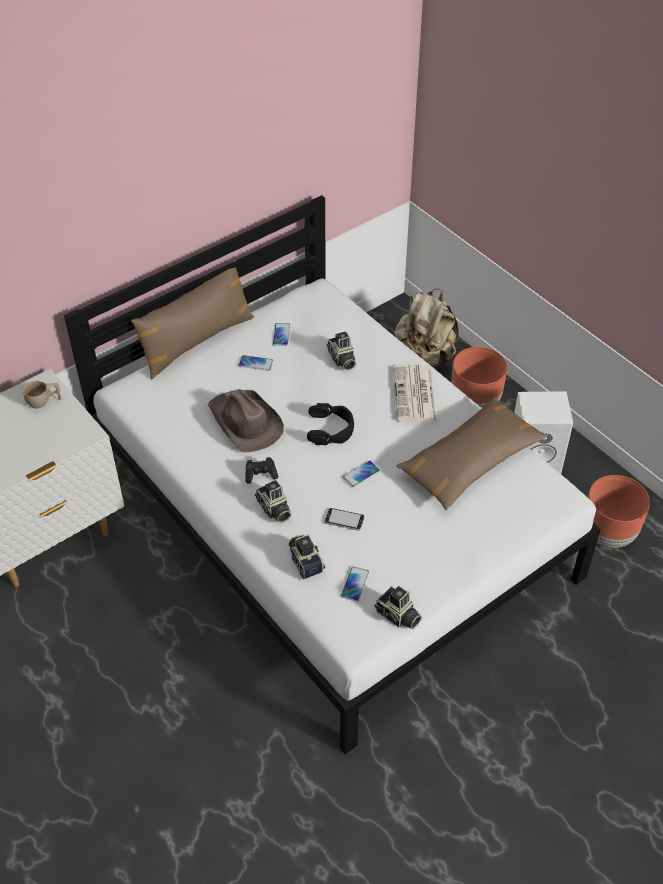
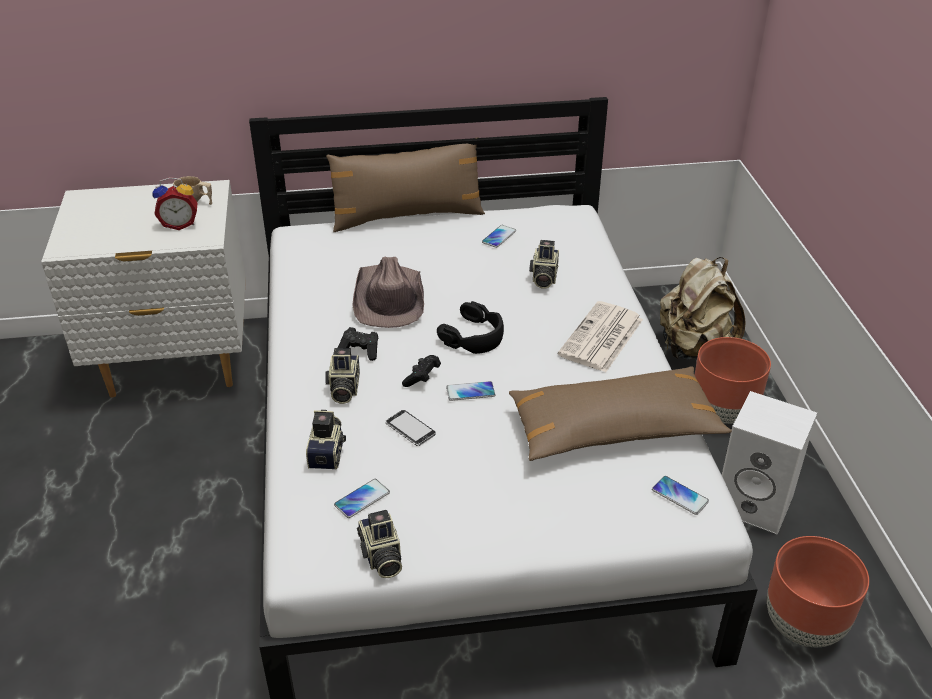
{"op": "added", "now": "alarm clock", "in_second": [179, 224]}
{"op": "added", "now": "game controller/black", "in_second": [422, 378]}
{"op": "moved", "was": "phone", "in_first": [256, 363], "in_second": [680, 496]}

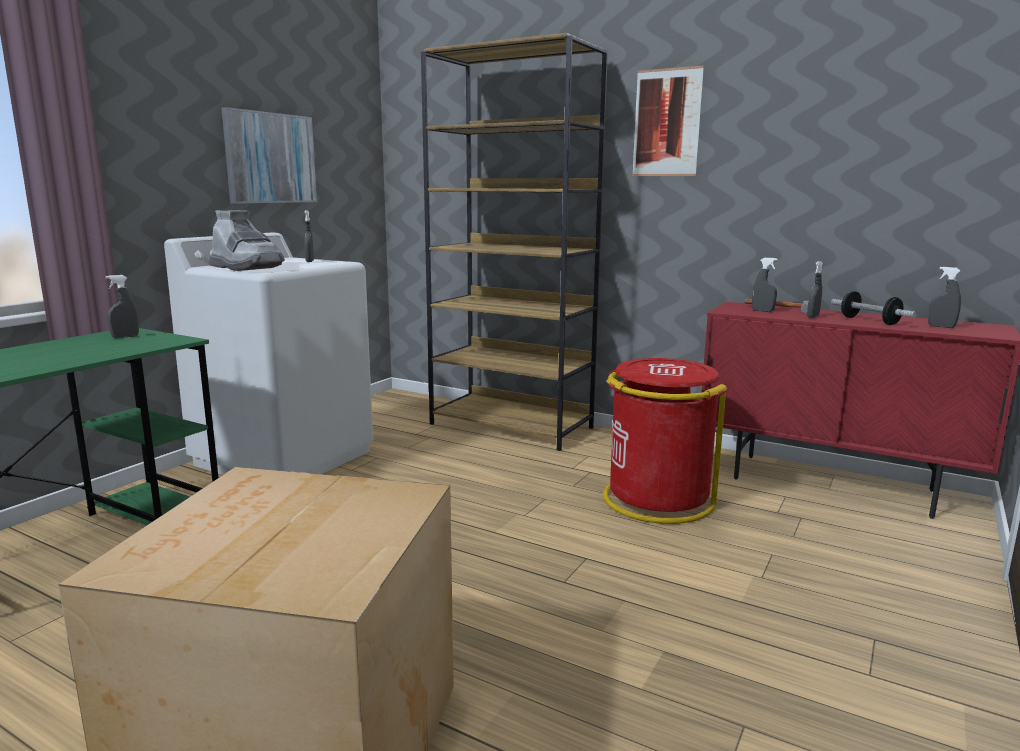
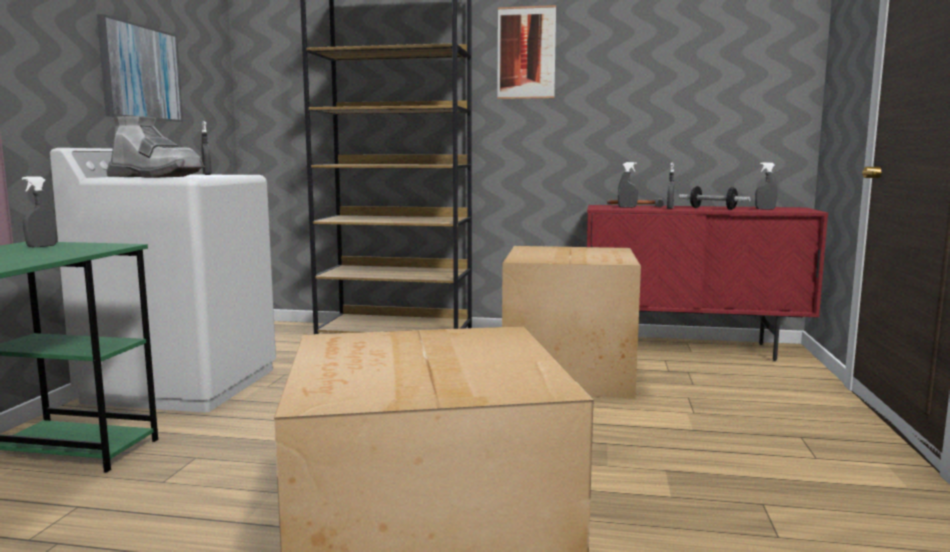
{"op": "replaced", "was": "trash can/red", "now": "cardboard box", "in_first": [656, 500], "in_second": [570, 374]}

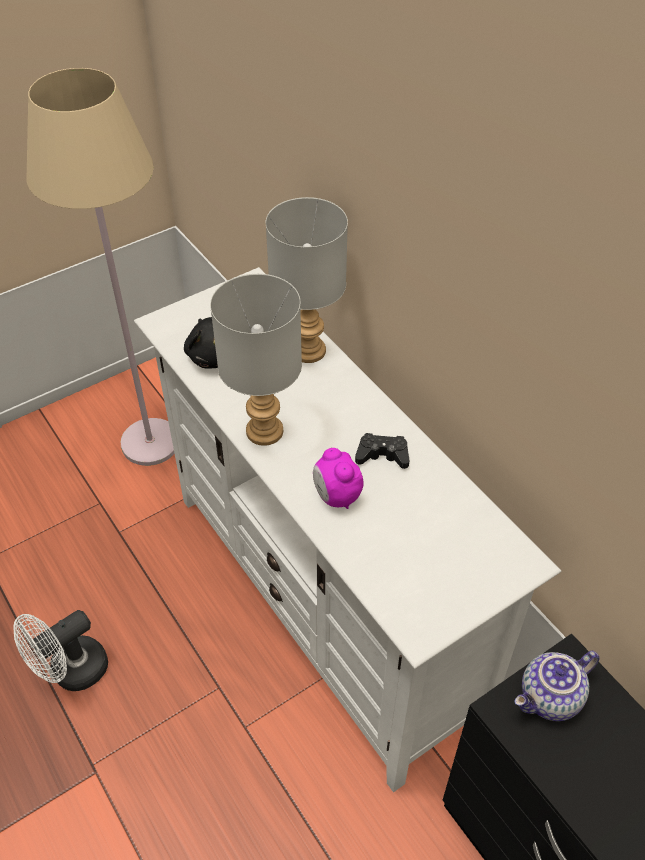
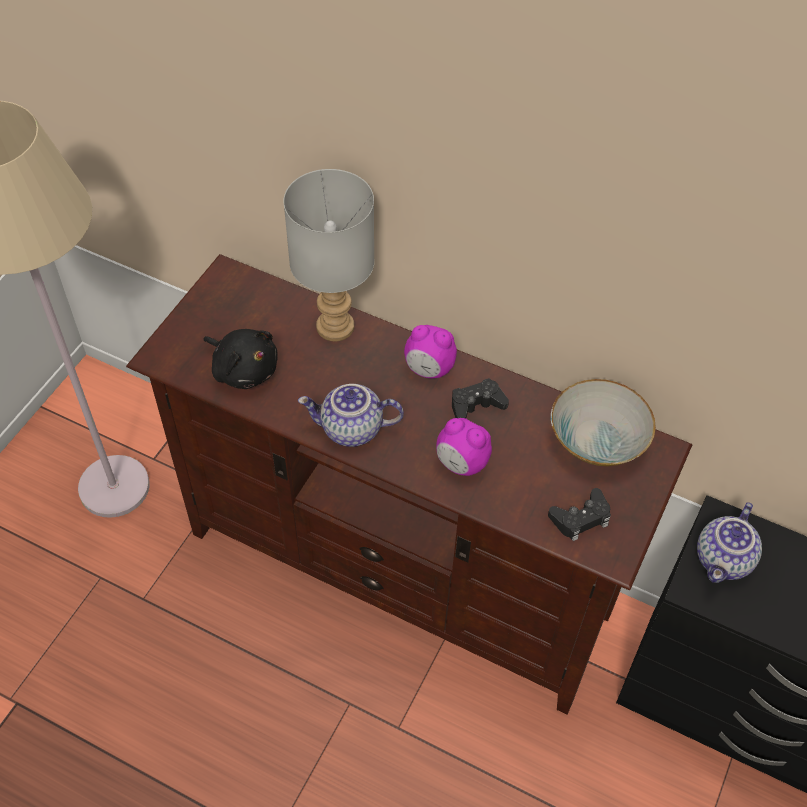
{"op": "recoloured", "was": "tv stand/white", "now": "tv stand/brown", "in_first": [324, 602], "in_second": [401, 570]}
{"op": "replaced", "was": "table lamp/grey", "now": "teapot", "in_first": [265, 432], "in_second": [351, 430]}
{"op": "added", "now": "alarm clock", "in_second": [429, 369]}
{"op": "added", "now": "game controller/black", "in_second": [580, 518]}
{"op": "added", "now": "bowl", "in_second": [596, 439]}
{"op": "removed", "was": "fan/white", "in_first": [71, 672]}

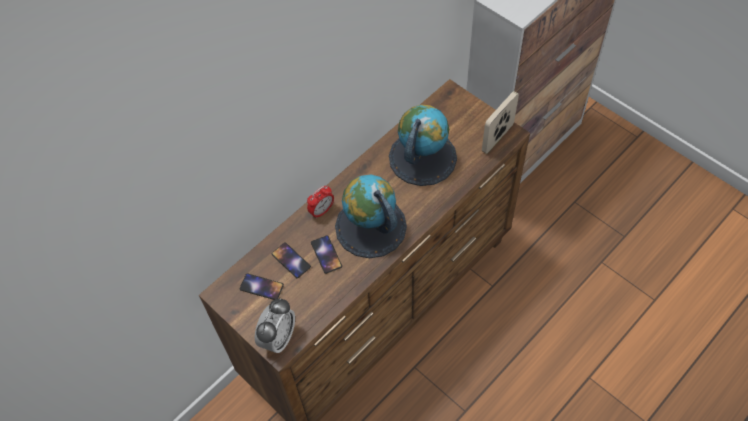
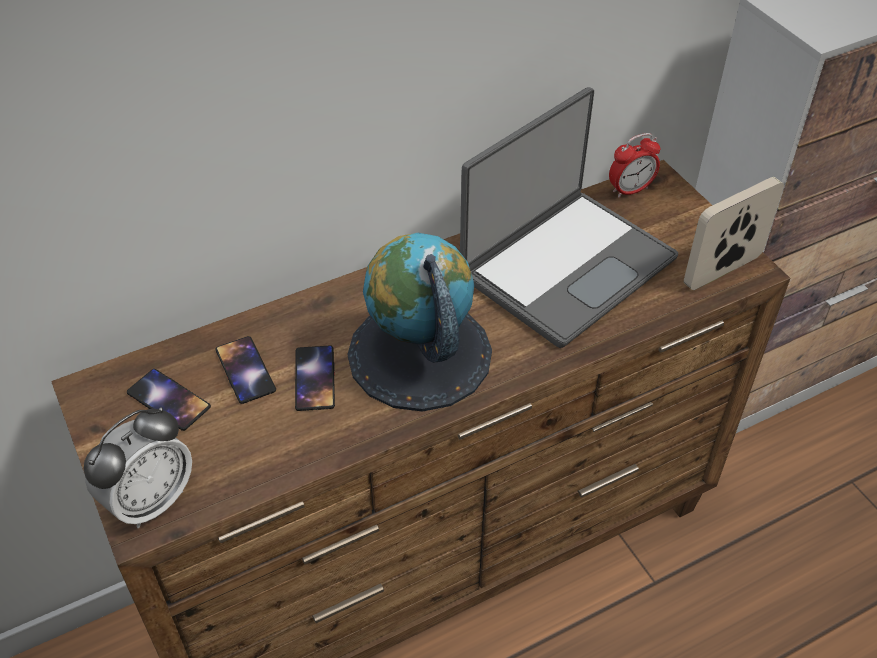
{"op": "replaced", "was": "globe", "now": "laptop", "in_first": [422, 157], "in_second": [565, 266]}
{"op": "moved", "was": "alarm clock", "in_first": [322, 211], "in_second": [630, 190]}

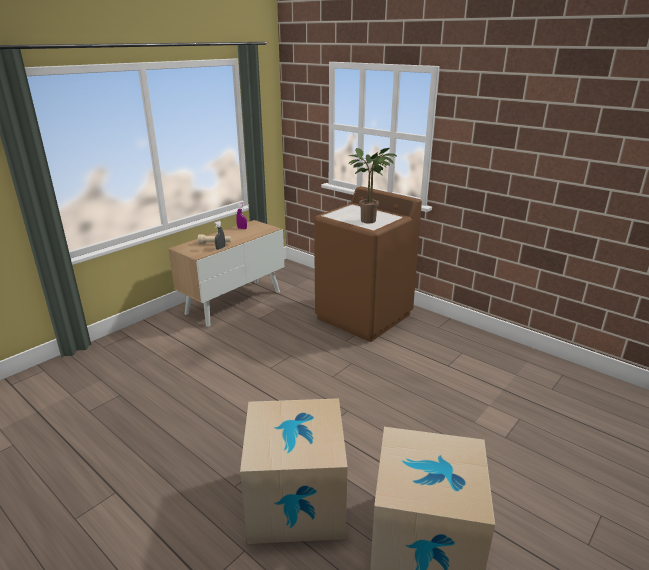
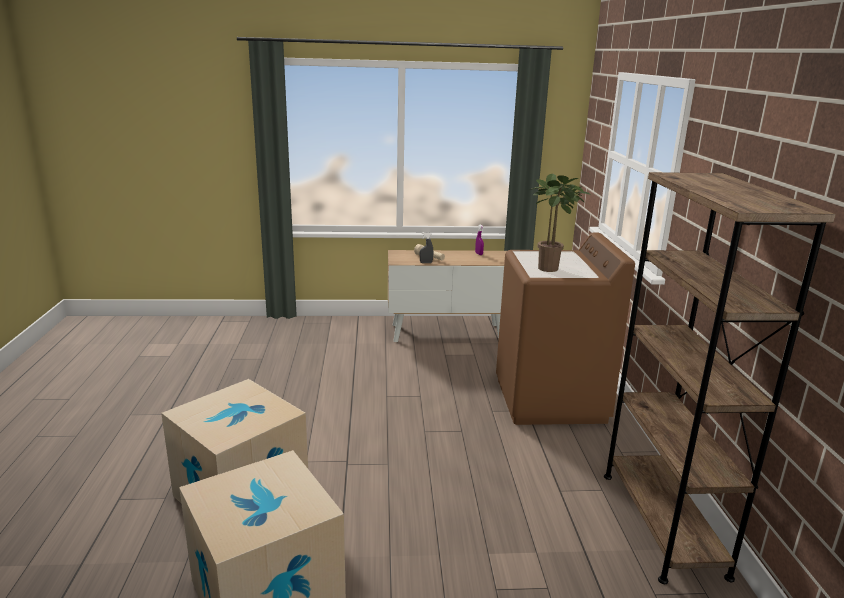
{"op": "added", "now": "bookcase/brown", "in_second": [662, 522]}

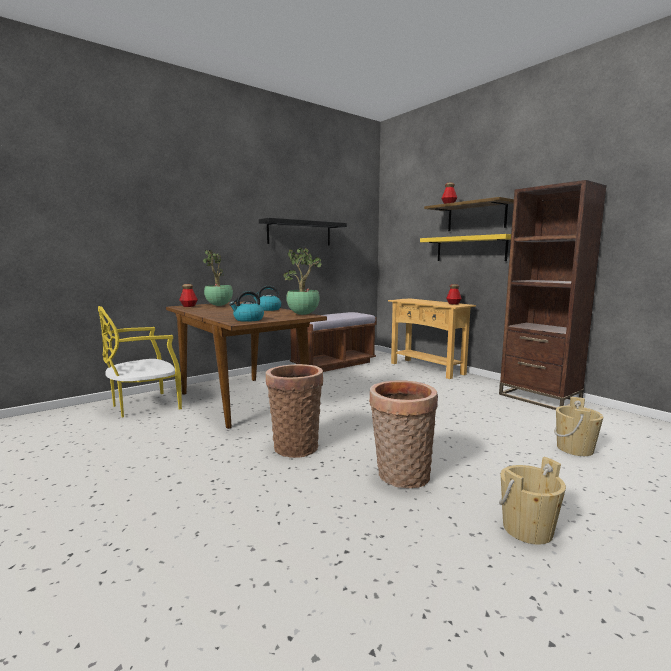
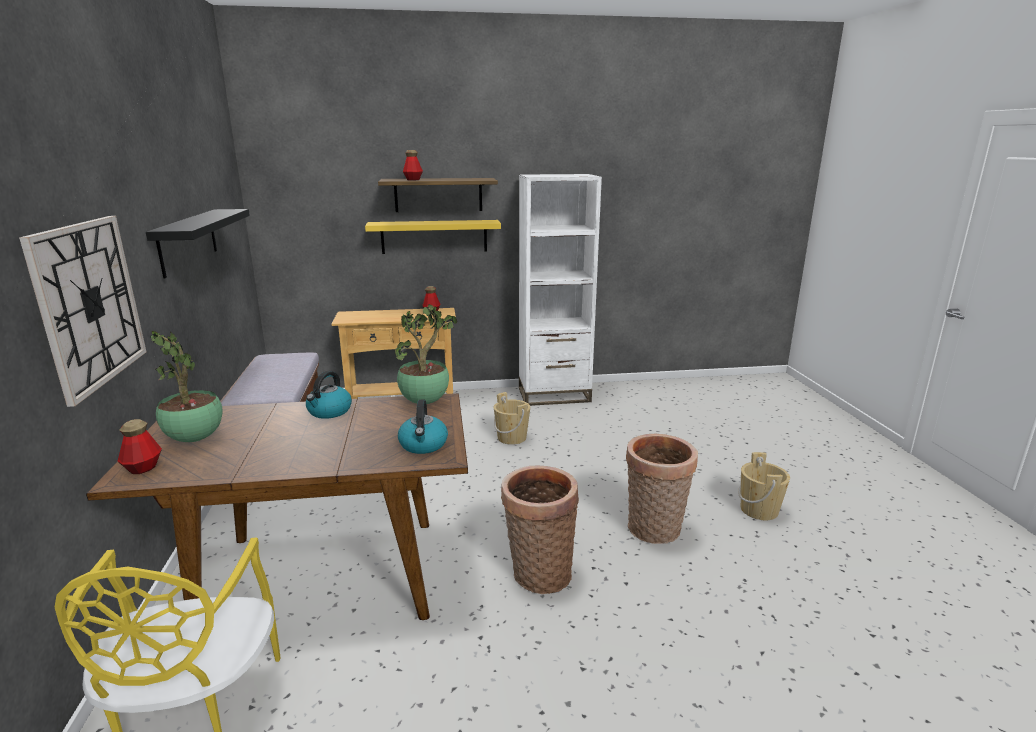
{"op": "added", "now": "wall clock", "in_second": [89, 304]}
{"op": "moved", "was": "bucket/beige", "in_first": [575, 449], "in_second": [512, 438]}
{"op": "recoloured", "was": "bookcase/brown", "now": "bookcase/white", "in_first": [539, 398], "in_second": [554, 395]}

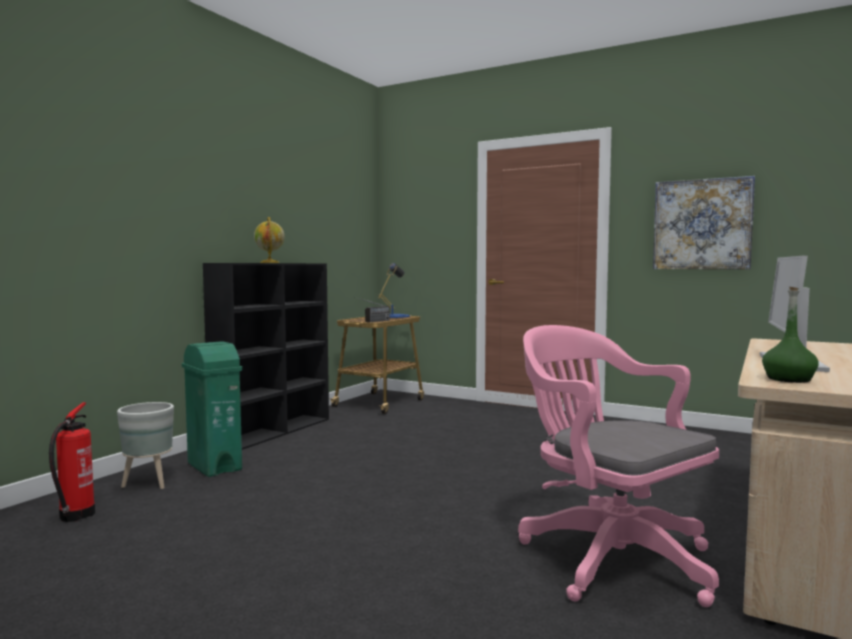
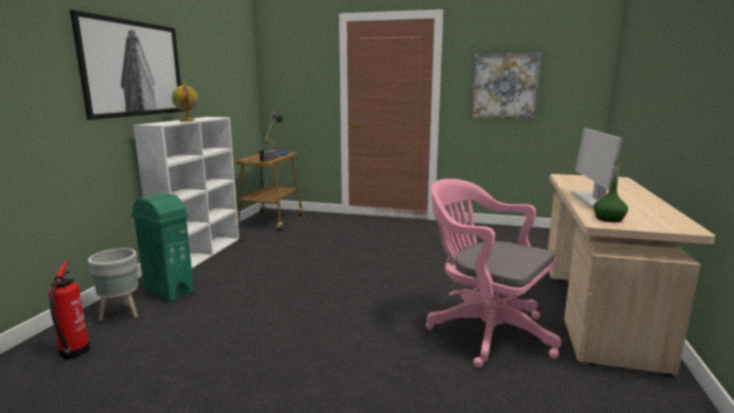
{"op": "added", "now": "picture", "in_second": [134, 68]}
{"op": "recoloured", "was": "bookcase/black", "now": "bookcase/white", "in_first": [274, 431], "in_second": [200, 254]}

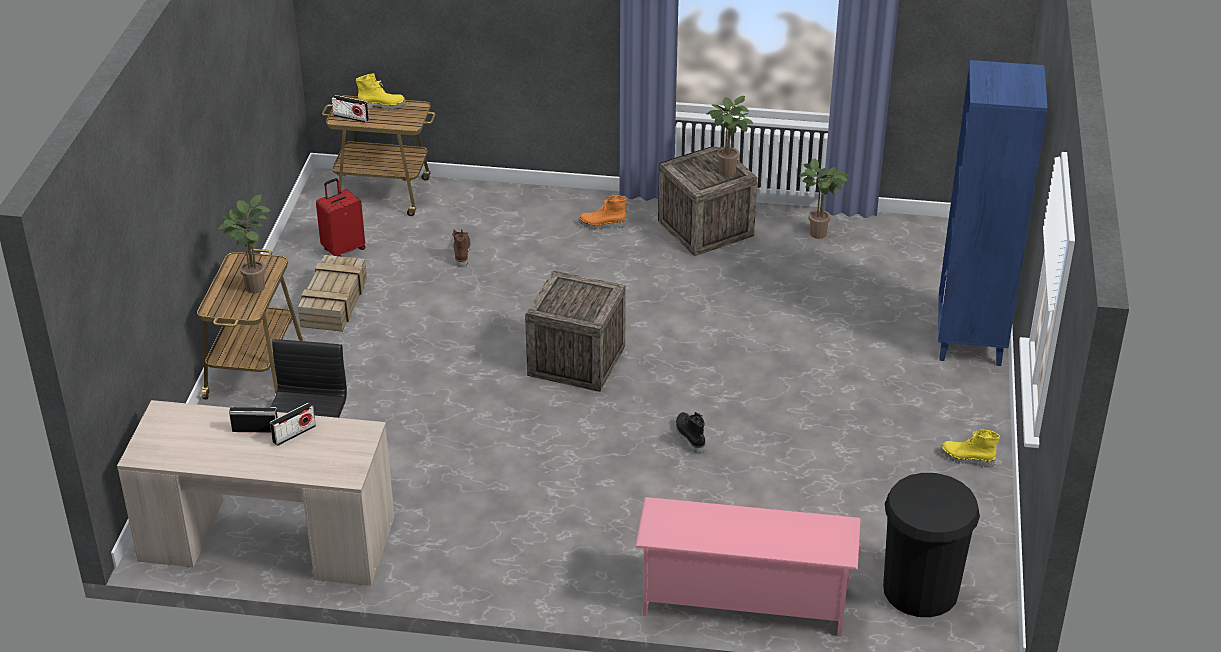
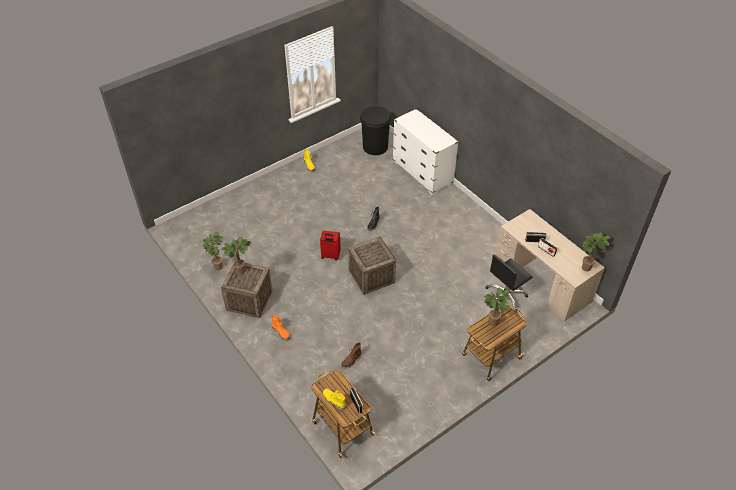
{"op": "moved", "was": "suitcase/red", "in_first": [343, 249], "in_second": [330, 256]}
{"op": "replaced", "was": "shoe rack/pink", "now": "dresser/white", "in_first": [744, 601], "in_second": [422, 172]}
{"op": "added", "now": "potted plant", "in_second": [586, 266]}
{"op": "removed", "was": "crate", "in_first": [334, 301]}
{"op": "removed", "was": "bookcase/blue", "in_first": [970, 341]}

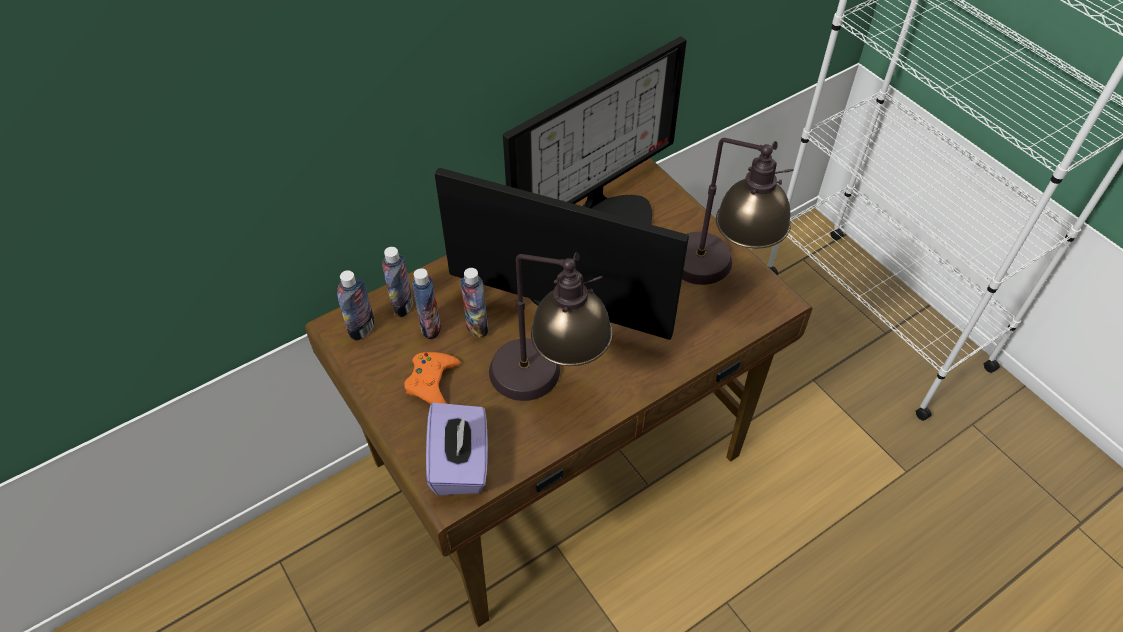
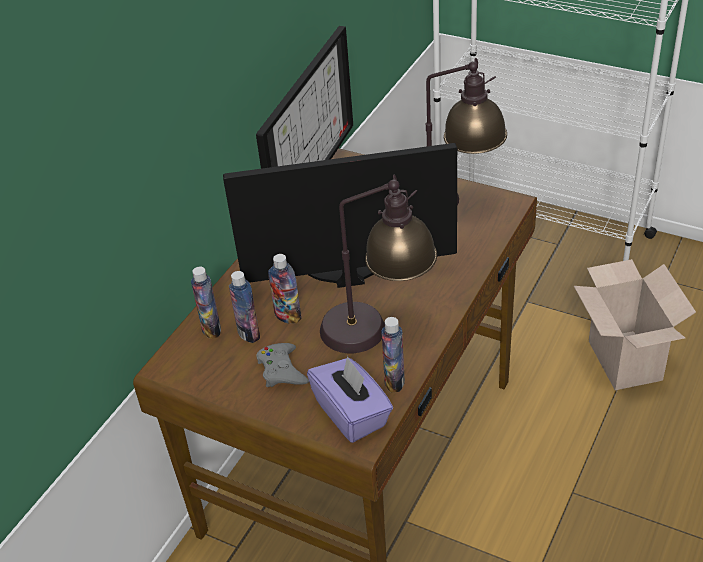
{"op": "recoloured", "was": "game controller/orange", "now": "game controller/grey", "in_first": [432, 382], "in_second": [282, 370]}
{"op": "moved", "was": "bottle", "in_first": [362, 329], "in_second": [394, 381]}
{"op": "added", "now": "cardboard box", "in_second": [621, 359]}

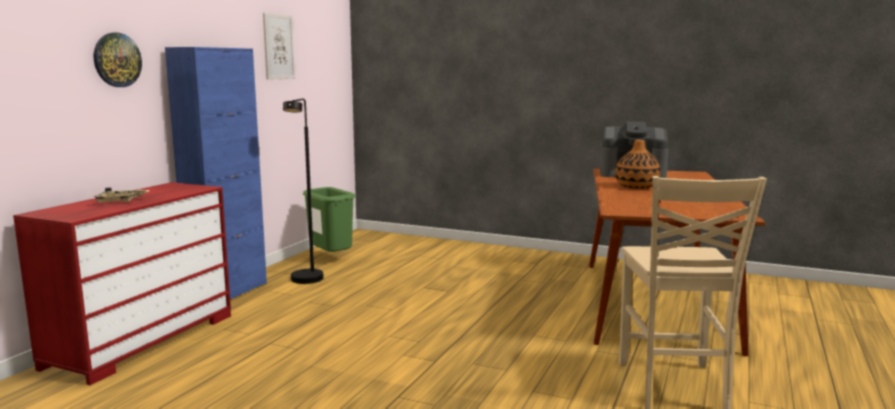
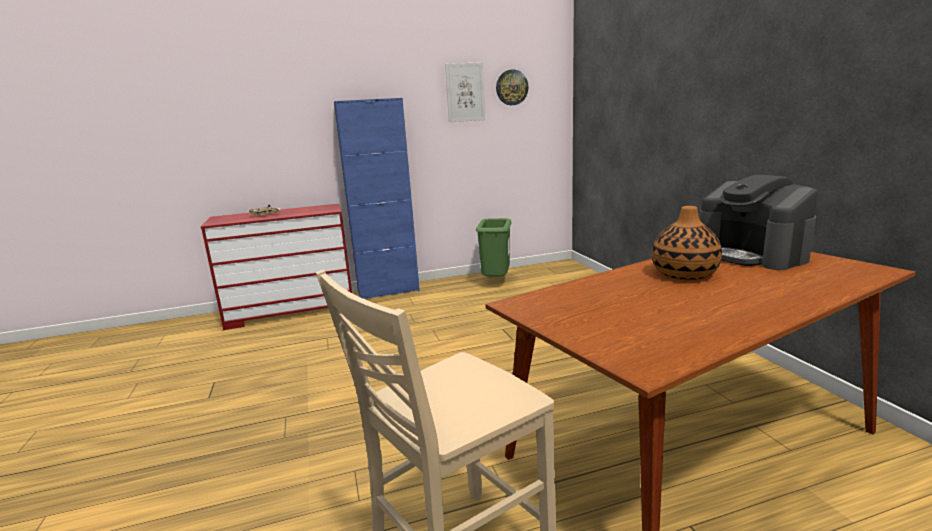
{"op": "moved", "was": "wall clock", "in_first": [117, 60], "in_second": [511, 87]}
{"op": "removed", "was": "floor lamp/black", "in_first": [306, 281]}

